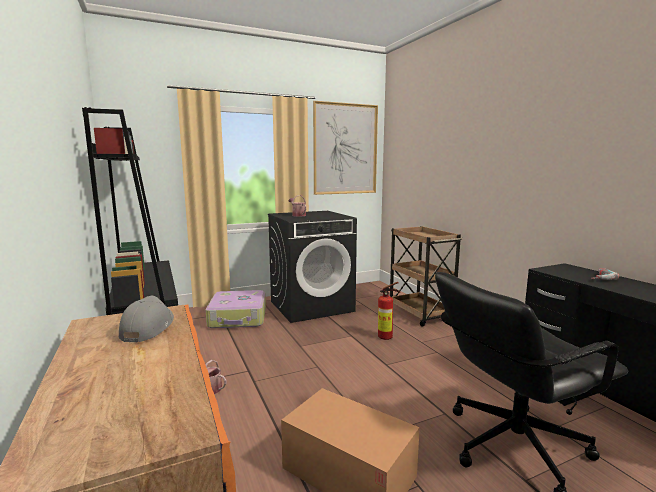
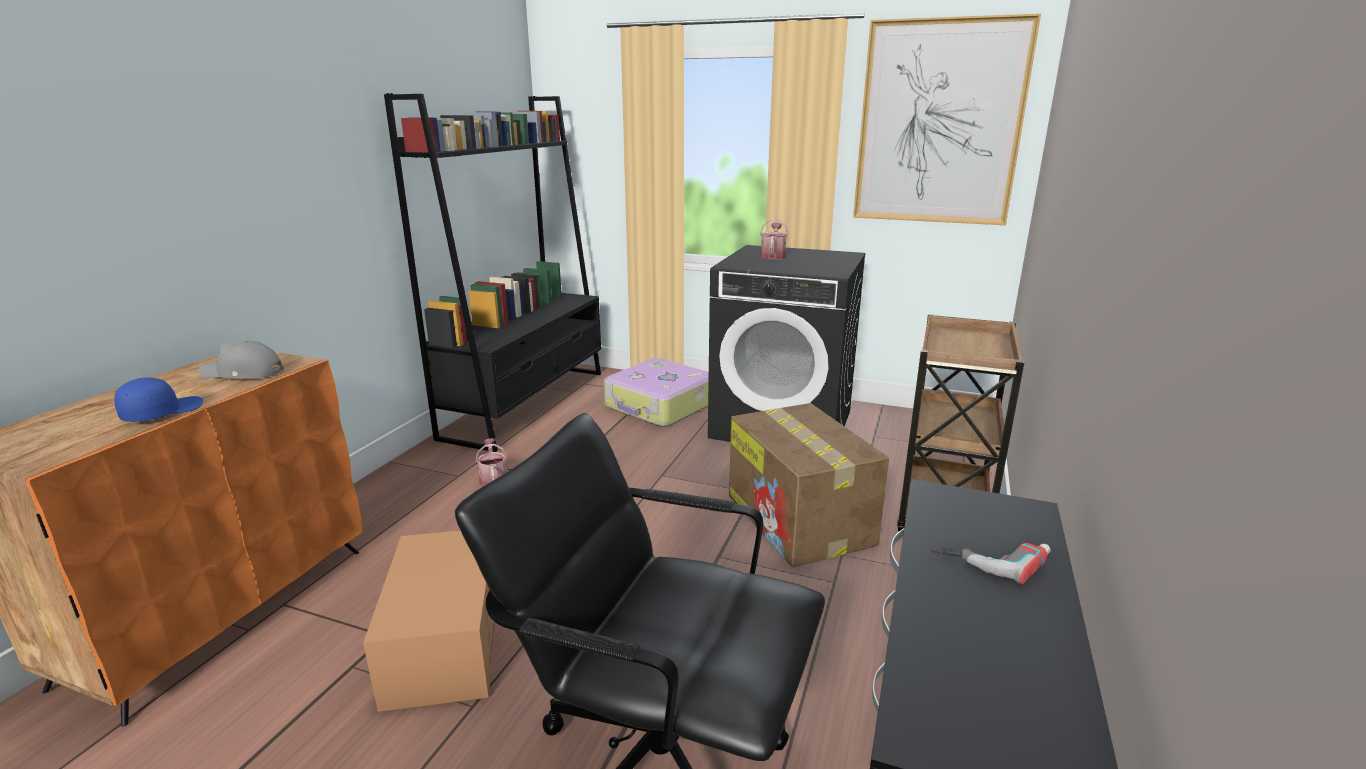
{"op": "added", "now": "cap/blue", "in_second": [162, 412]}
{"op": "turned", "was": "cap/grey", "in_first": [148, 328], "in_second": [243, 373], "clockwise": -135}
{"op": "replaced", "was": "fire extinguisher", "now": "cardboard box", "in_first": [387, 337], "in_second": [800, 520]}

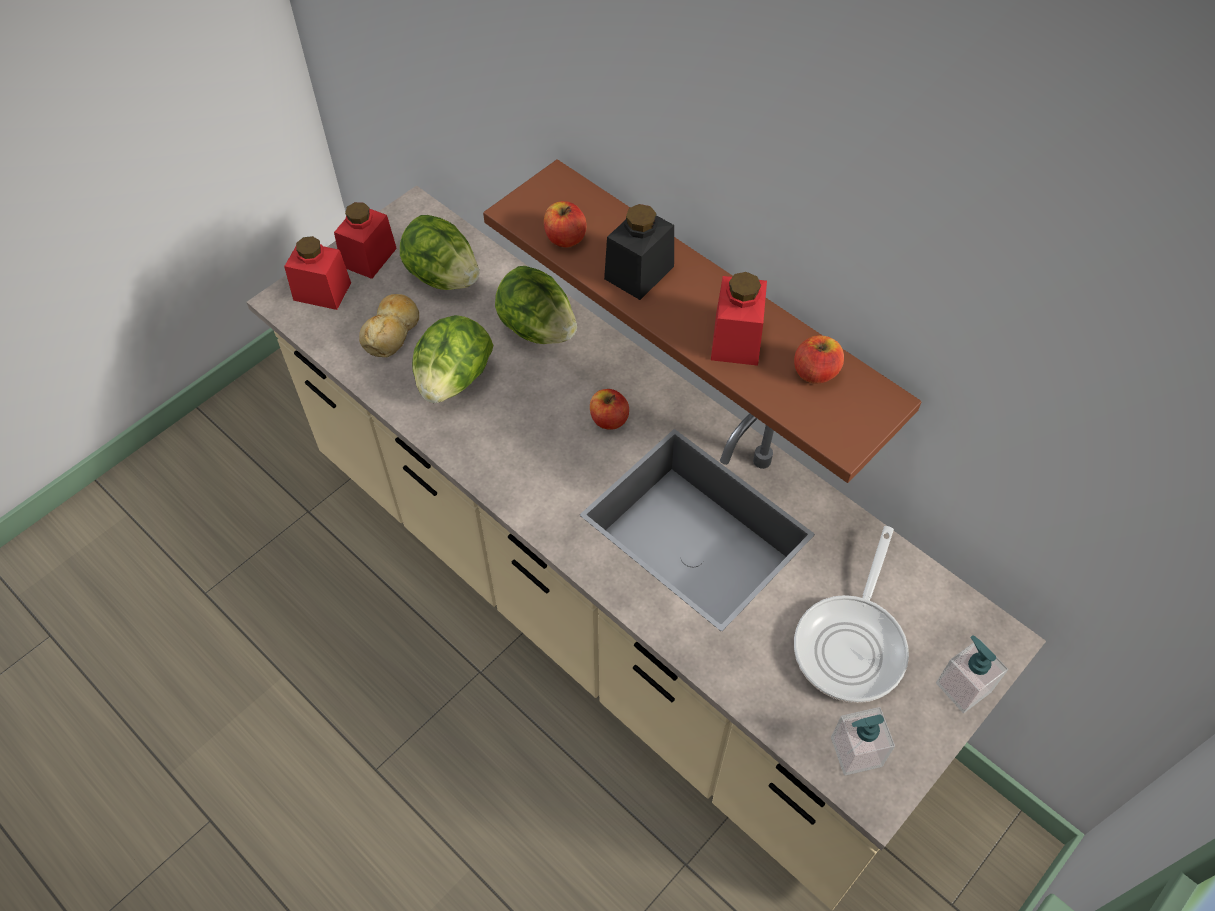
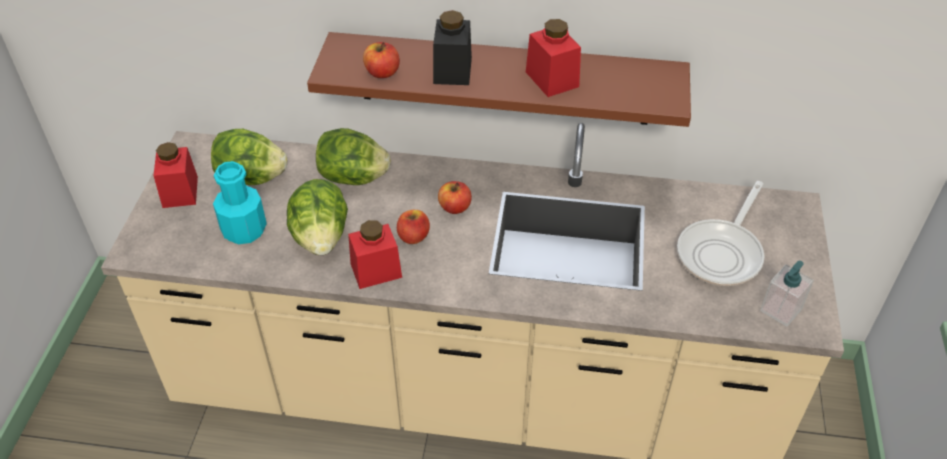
{"op": "replaced", "was": "bread", "now": "bottle/turquoise", "in_first": [392, 331], "in_second": [244, 230]}
{"op": "moved", "was": "jar/red", "in_first": [322, 291], "in_second": [376, 270]}
{"op": "moved", "was": "apple", "in_first": [815, 372], "in_second": [413, 236]}
{"op": "turned", "was": "frying pan", "in_first": [852, 643], "in_second": [722, 253], "clockwise": 45}
{"op": "removed", "was": "soap dispenser", "in_first": [963, 687]}

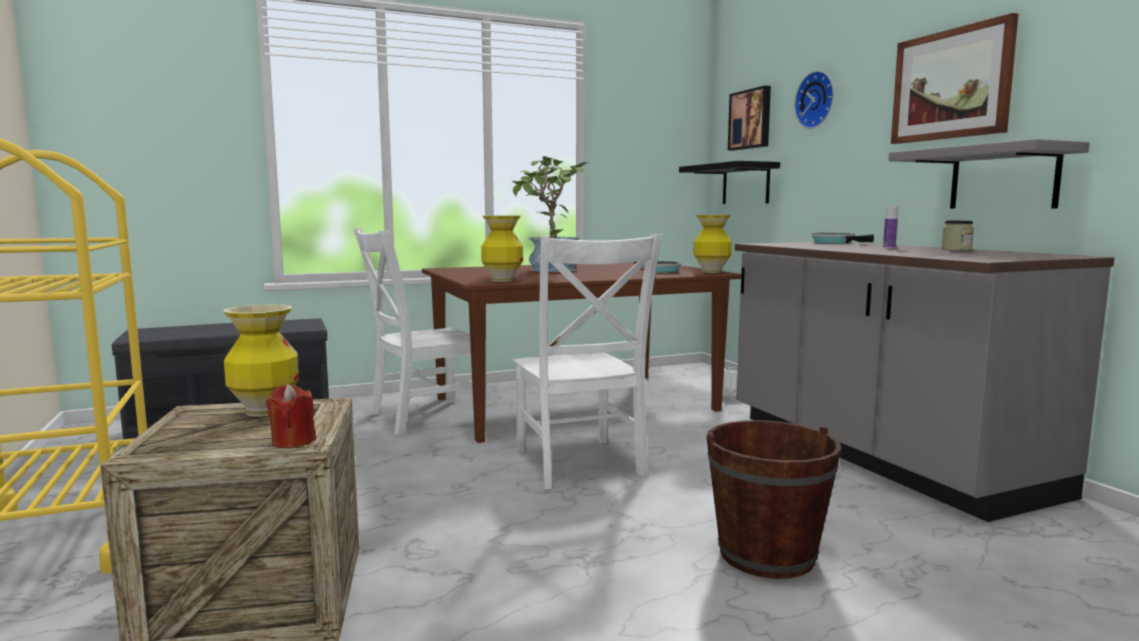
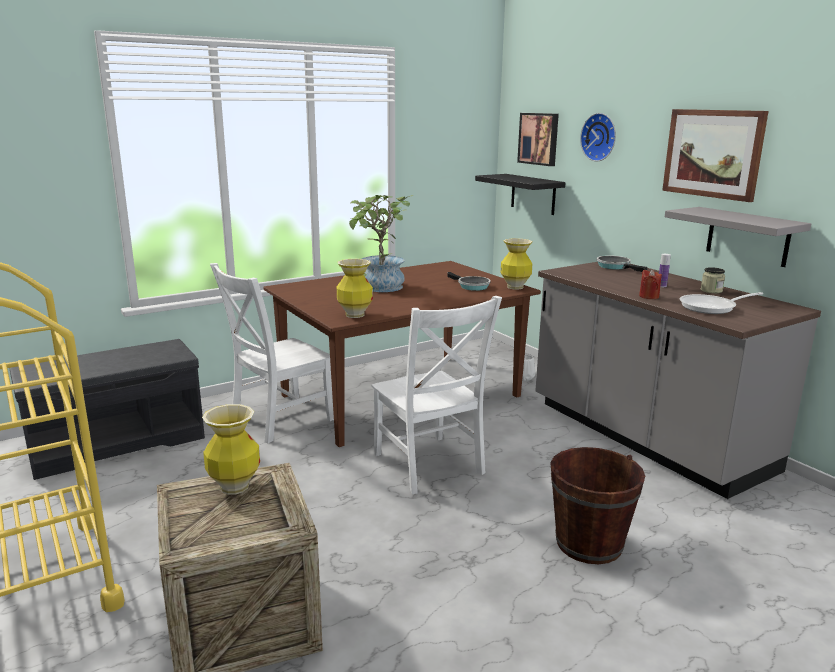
{"op": "moved", "was": "candle/red", "in_first": [293, 441], "in_second": [649, 296]}
{"op": "added", "now": "frying pan", "in_second": [712, 307]}

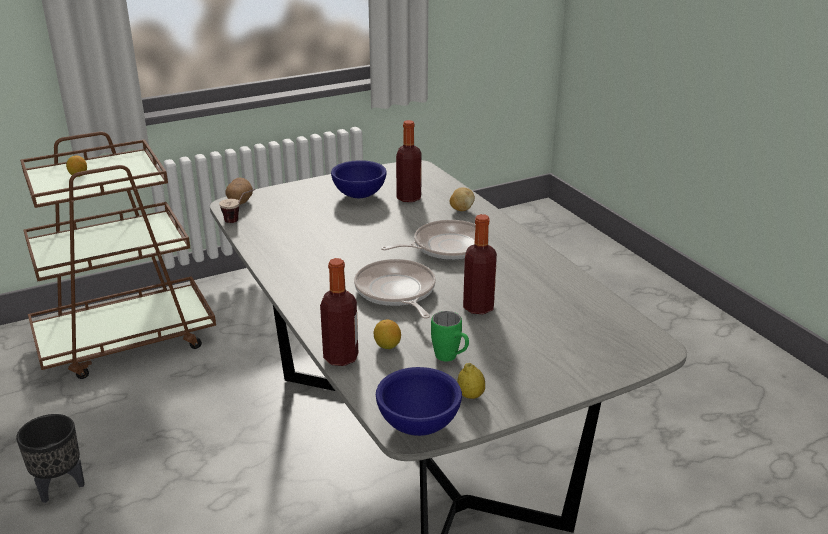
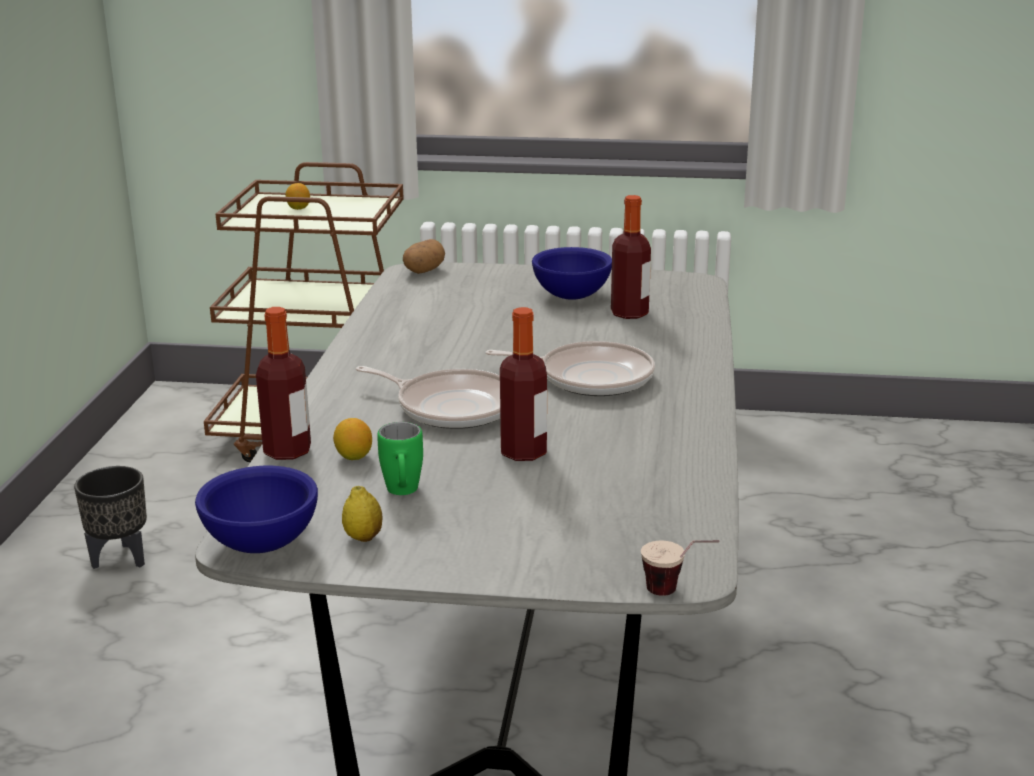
{"op": "turned", "was": "frying pan", "in_first": [396, 292], "in_second": [451, 407], "clockwise": 105}
{"op": "moved", "was": "cup", "in_first": [239, 220], "in_second": [677, 593]}
{"op": "removed", "was": "potato", "in_first": [461, 209]}

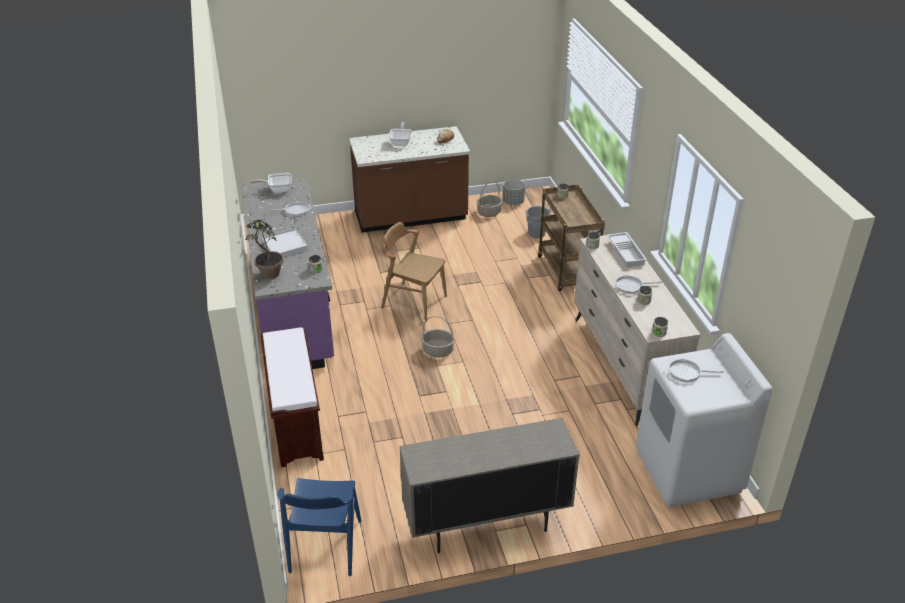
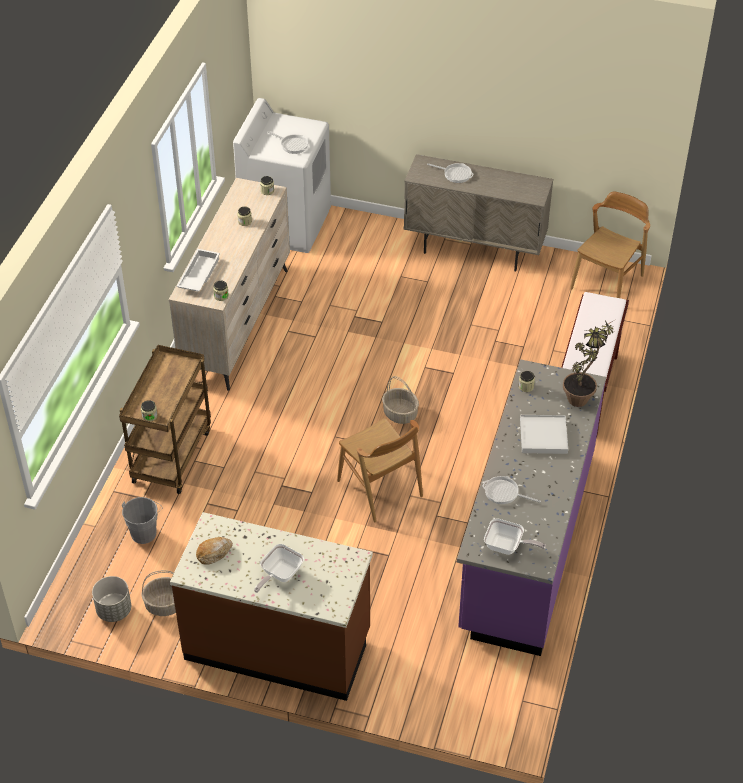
{"op": "moved", "was": "frying pan", "in_first": [631, 286], "in_second": [455, 174]}
{"op": "recoloured", "was": "chair/blue", "now": "chair/brown", "in_first": [325, 546], "in_second": [607, 282]}

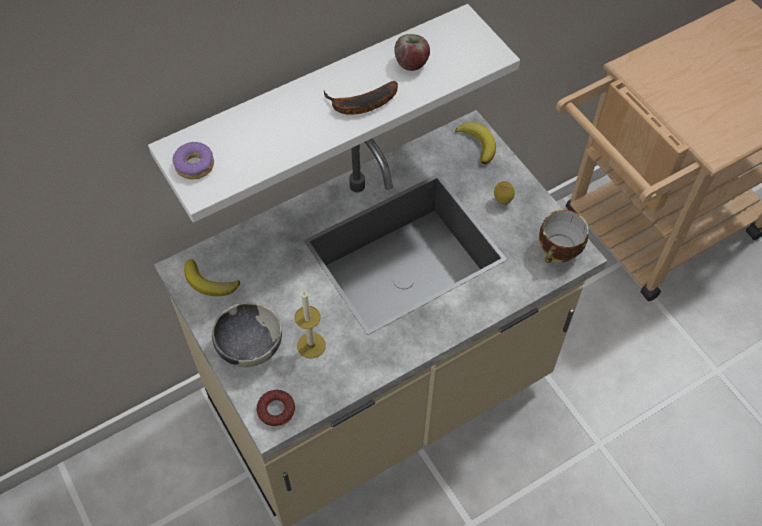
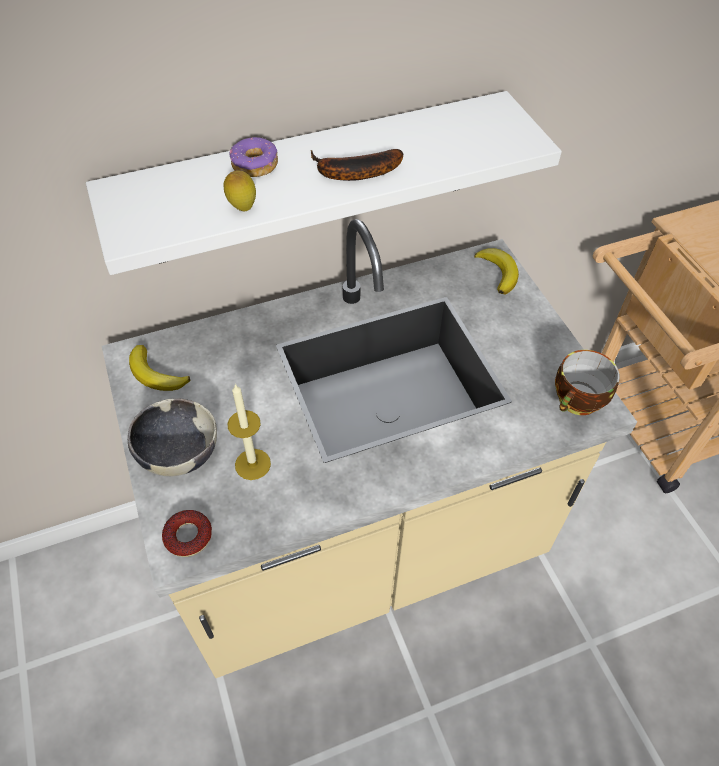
{"op": "moved", "was": "lemon", "in_first": [502, 201], "in_second": [242, 208]}
{"op": "moved", "was": "donut", "in_first": [195, 165], "in_second": [255, 165]}
{"op": "removed", "was": "apple", "in_first": [411, 63]}

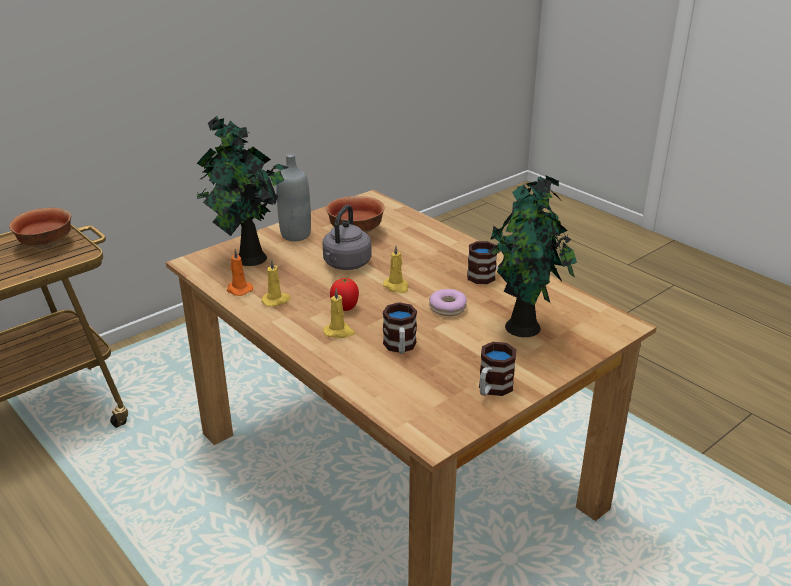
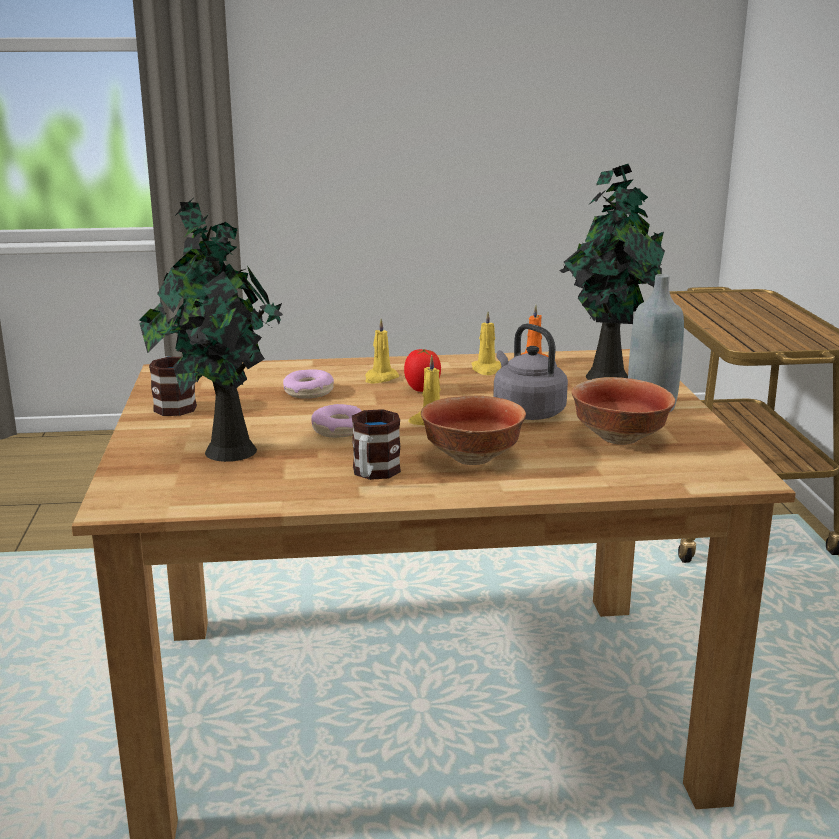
{"op": "replaced", "was": "mug", "now": "donut", "in_first": [400, 347], "in_second": [308, 392]}
{"op": "moved", "was": "bowl", "in_first": [46, 245], "in_second": [470, 458]}

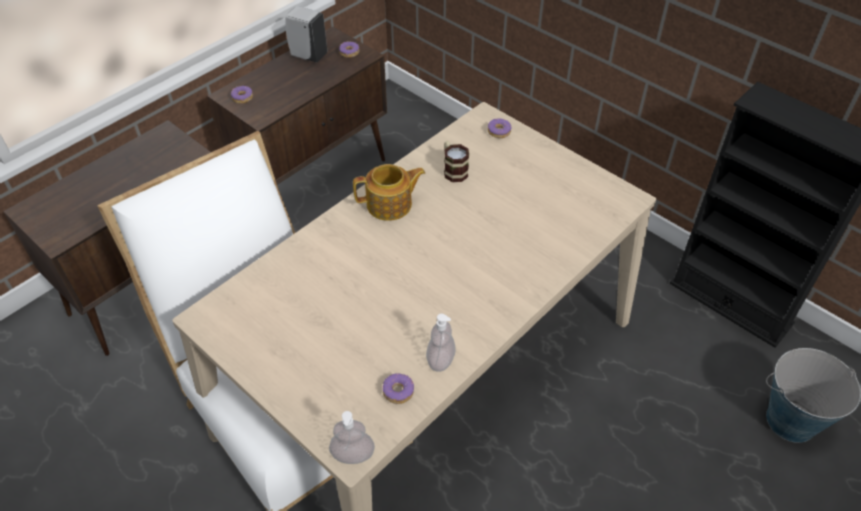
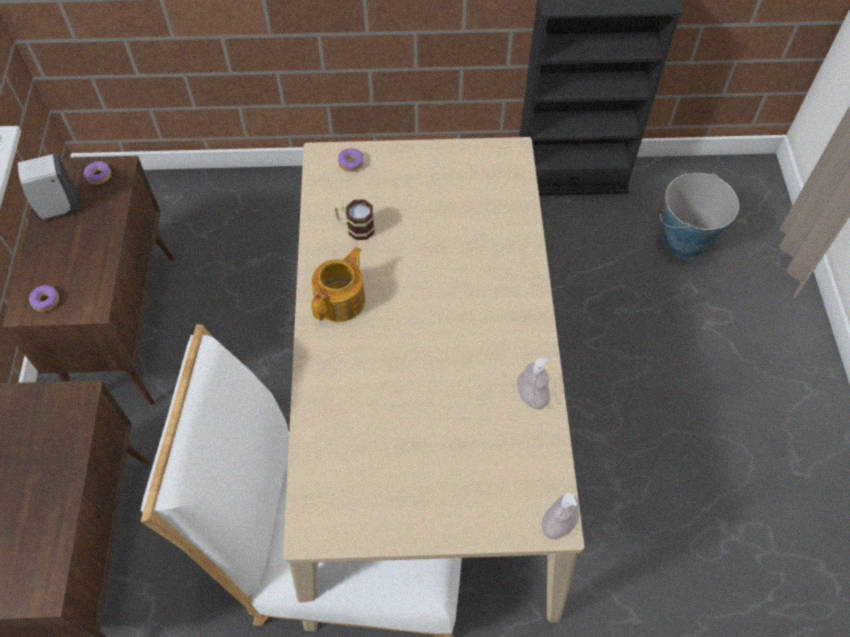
{"op": "removed", "was": "donut", "in_first": [398, 391]}

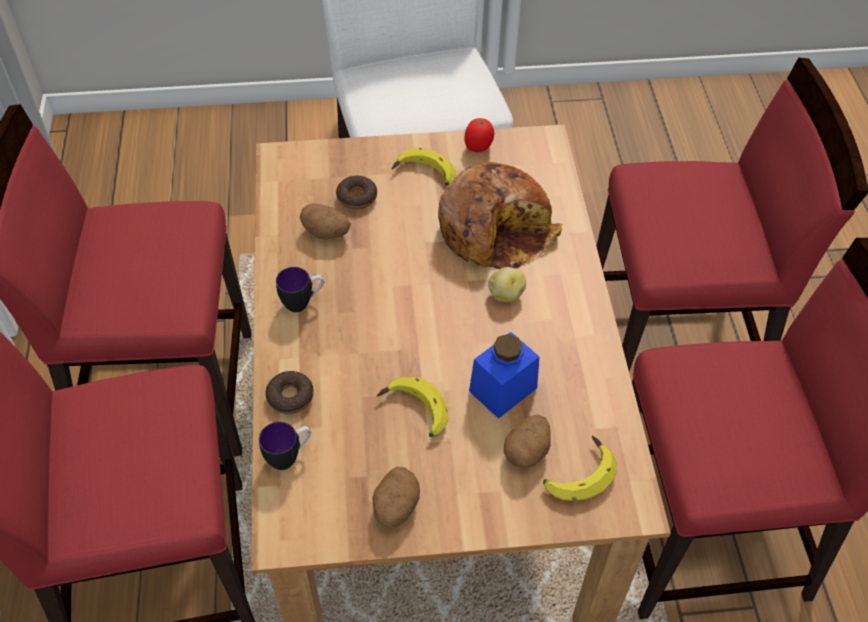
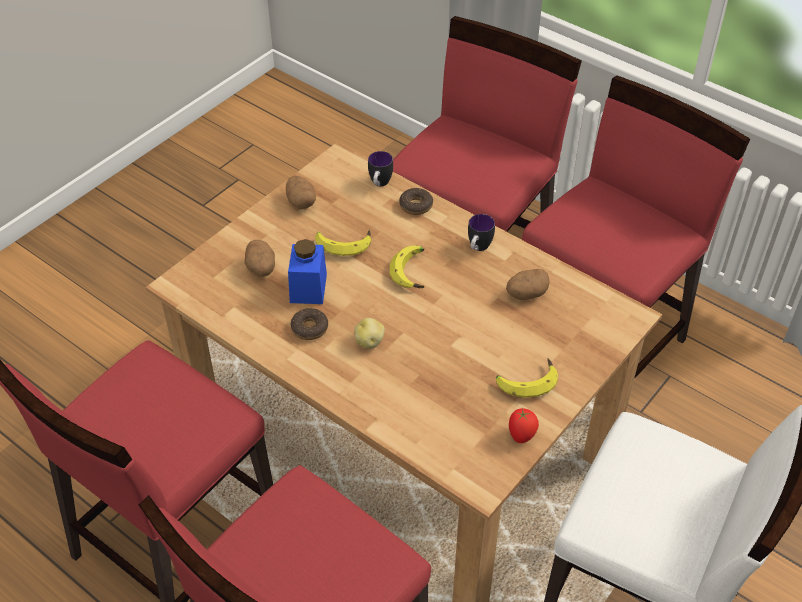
{"op": "moved", "was": "donut", "in_first": [357, 197], "in_second": [309, 328]}
{"op": "moved", "was": "banana", "in_first": [577, 473], "in_second": [413, 272]}
{"op": "removed", "was": "bread", "in_first": [495, 229]}

